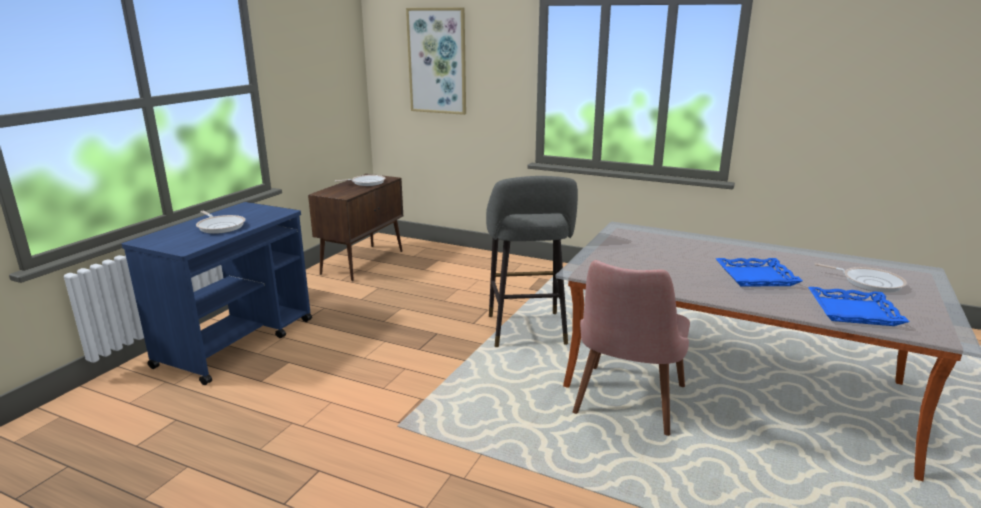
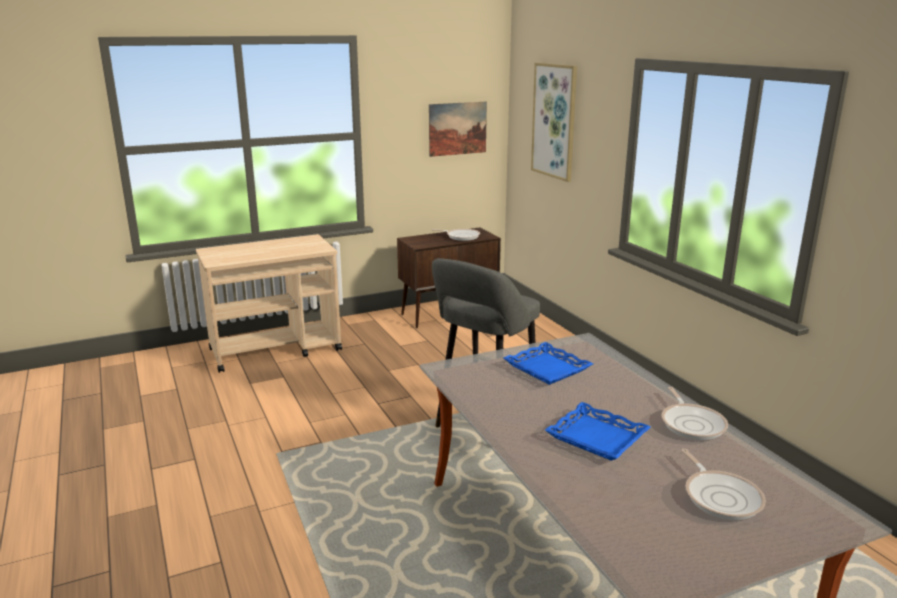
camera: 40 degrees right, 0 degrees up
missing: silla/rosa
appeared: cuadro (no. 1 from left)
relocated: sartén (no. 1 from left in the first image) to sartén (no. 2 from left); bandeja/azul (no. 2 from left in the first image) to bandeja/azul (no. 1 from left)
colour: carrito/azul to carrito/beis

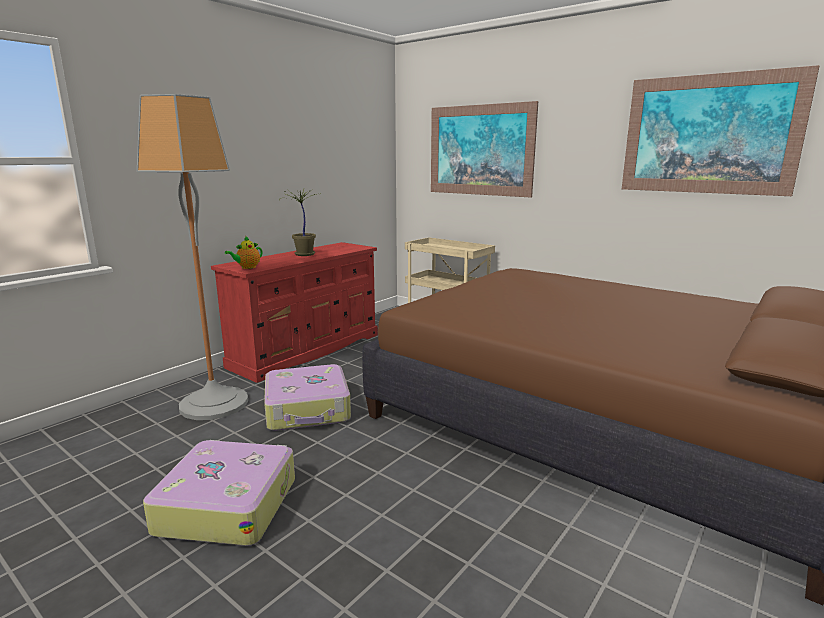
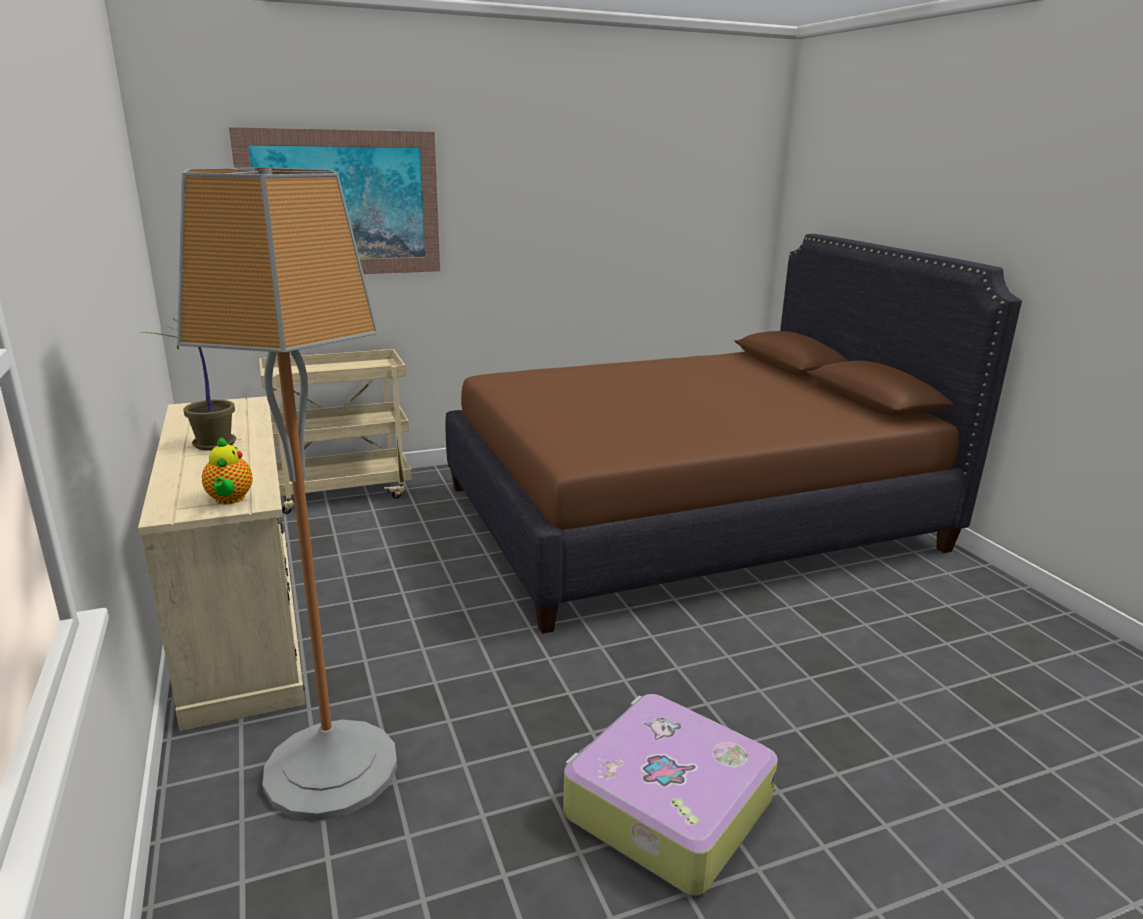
camera: 60 degrees left, 5 degrees up
missing: maleta (no. 2 from left); cuadro (no. 2 from left)
colour: cómoda/rojo to cómoda/beis

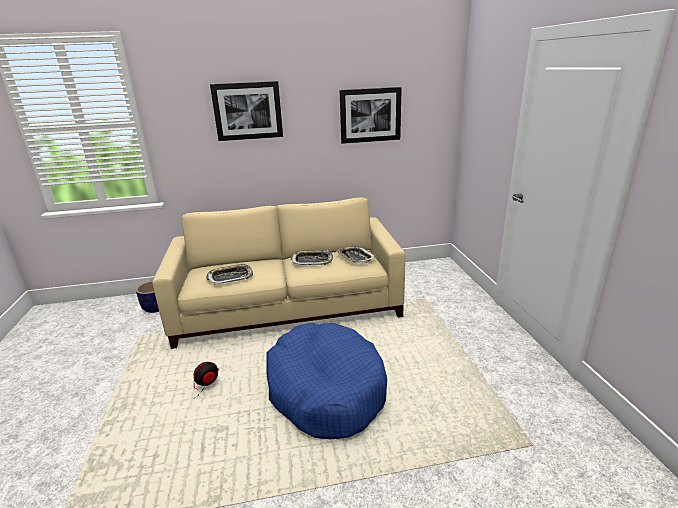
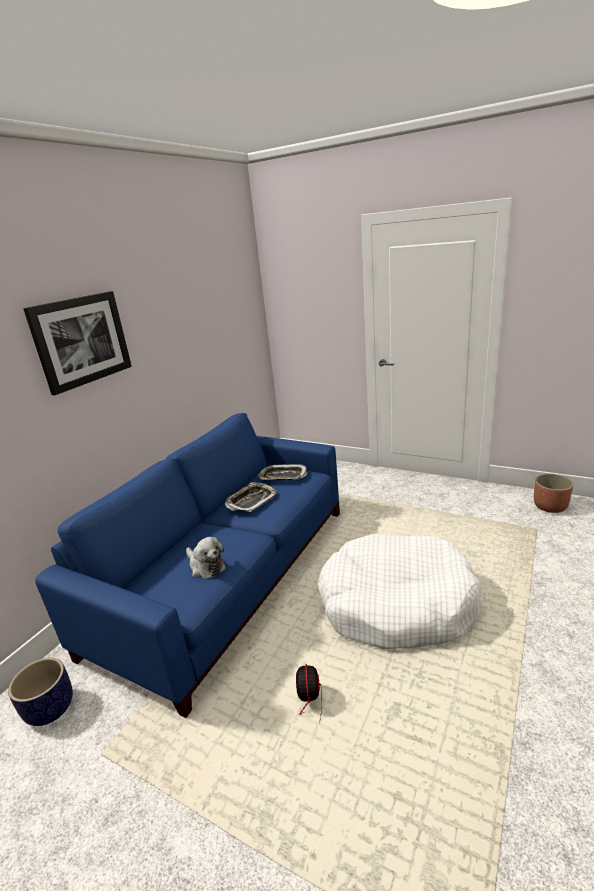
camera: 50 degrees left, 0 degrees up
missing: cuadro (no. 2 from left)
appeared: maceta (no. 2 from left)
exchanged: bandeja (no. 1 from left) to peluche
colour: sofá/beis to sofá/azul; cama para perro/azul to cama para perro/blanco

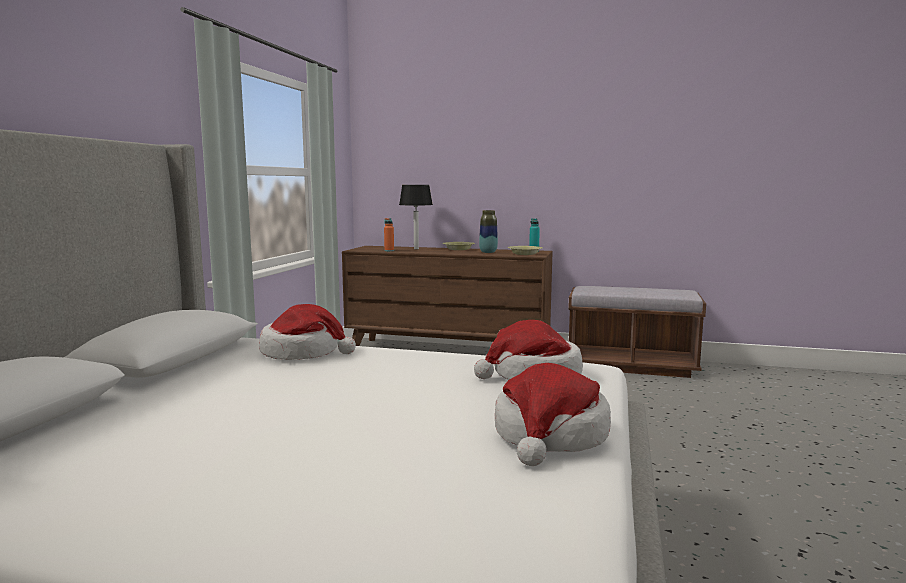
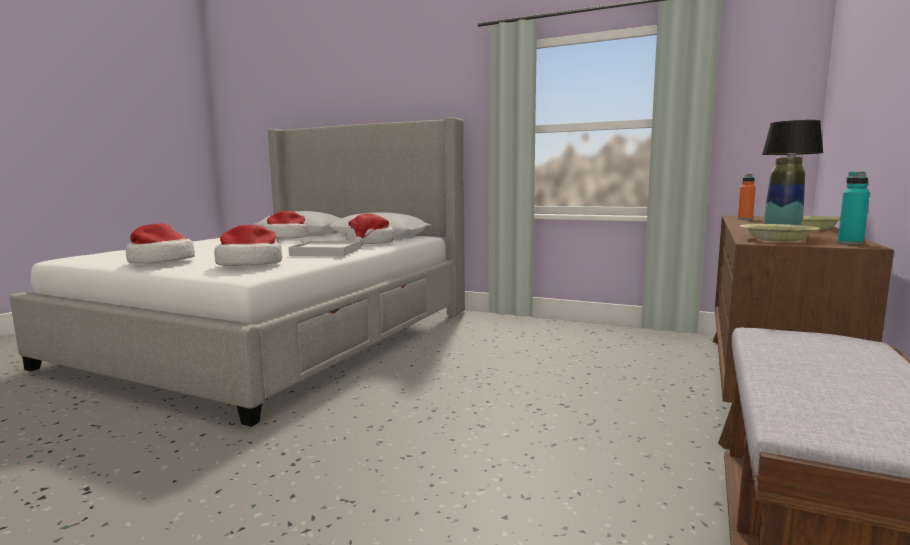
camera: 100 degrees right, 0 degrees up
appeared: sombrero (no. 3 from left); bandeja/blanco

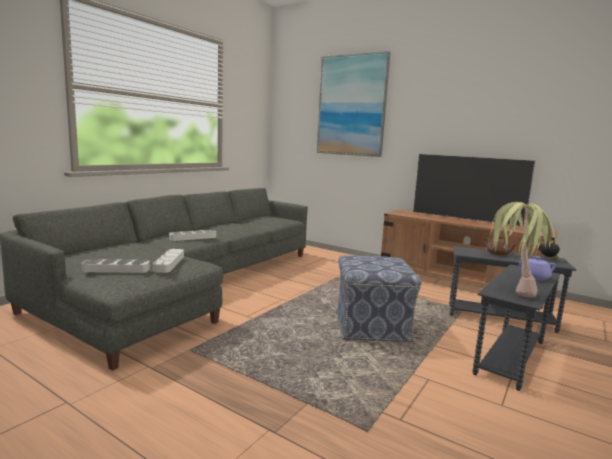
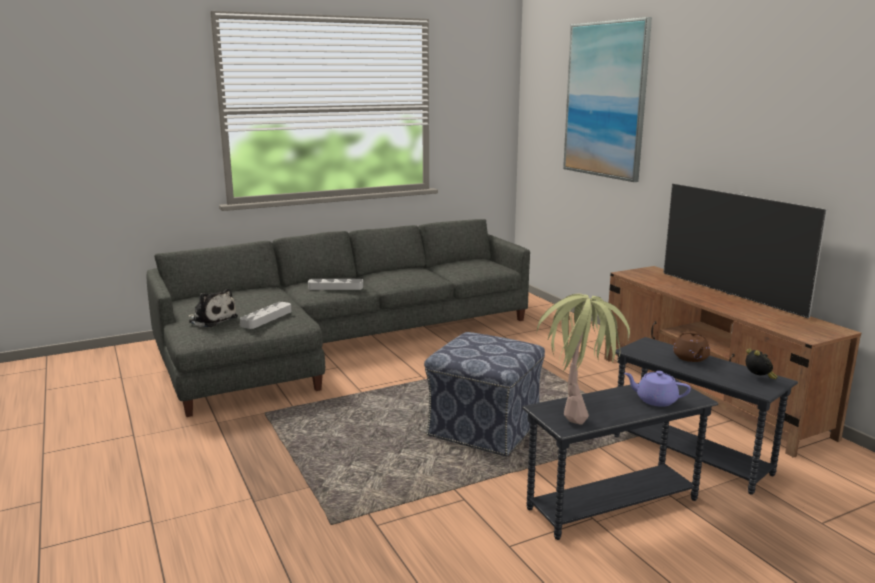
camera: 30 degrees right, 5 degrees up
exchanged: bandeja/gris (no. 1 from left) to peluche

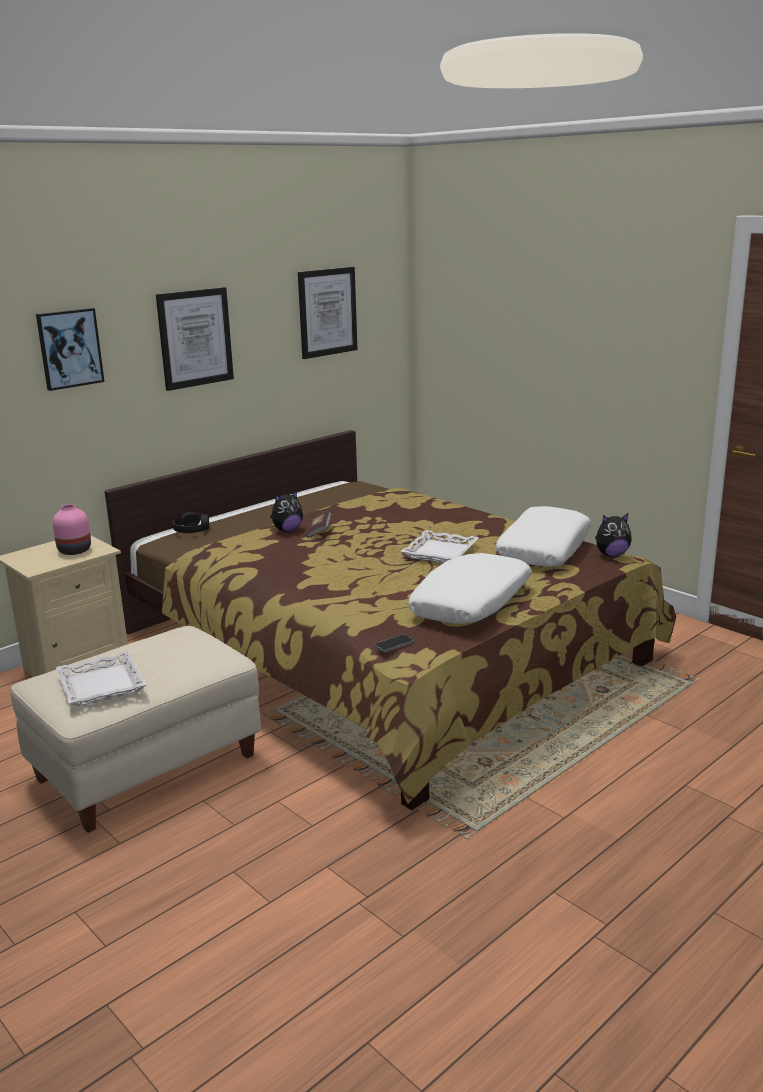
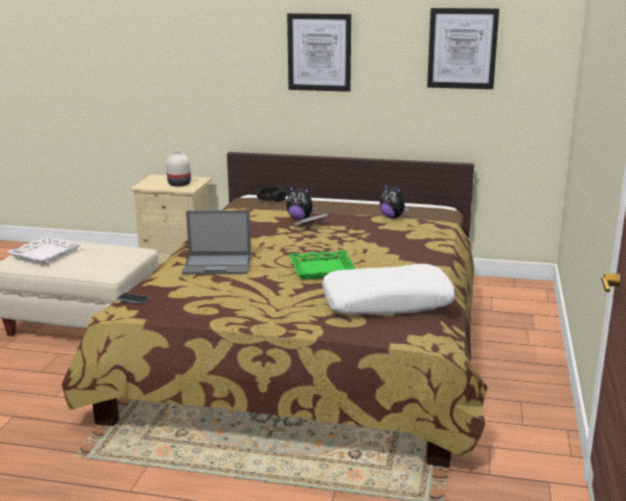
camera: 55 degrees right, 0 degrees up
missing: cuadro (no. 1 from left); cojín/blanco (no. 1 from left)
appeared: portátil
relocated: peluche (no. 2 from left)
colour: florero/rosa to florero/blanco; bandeja/blanco (no. 2 from left) to bandeja/verde

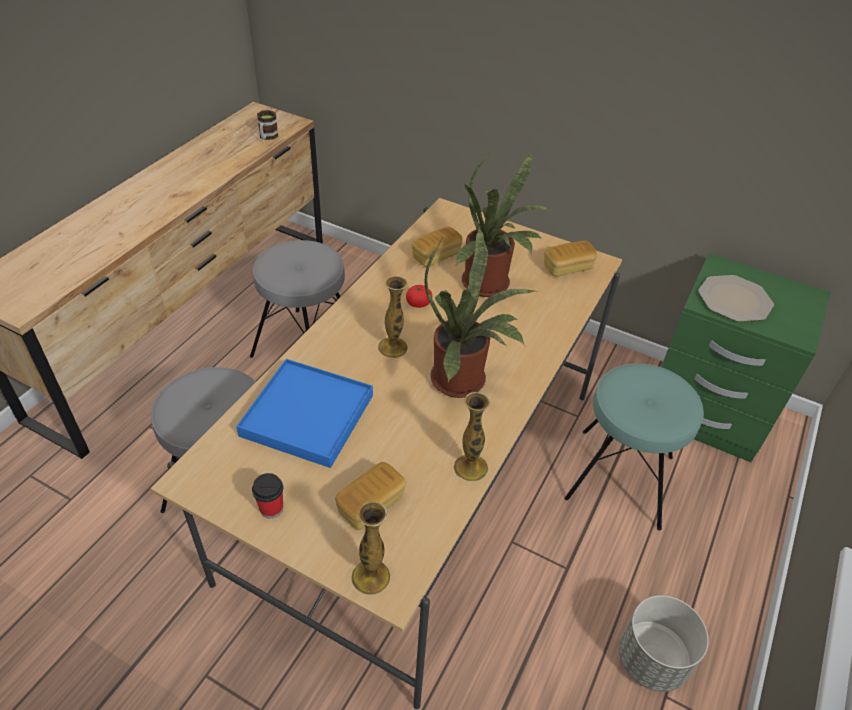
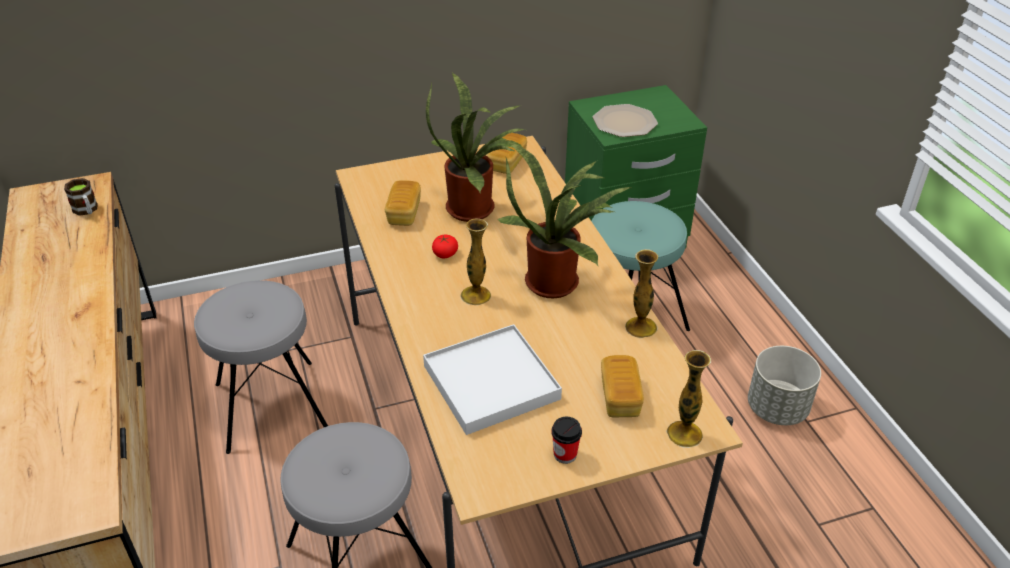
camera: 45 degrees left, 5 degrees down
colour: bandeja/azul to bandeja/blanco

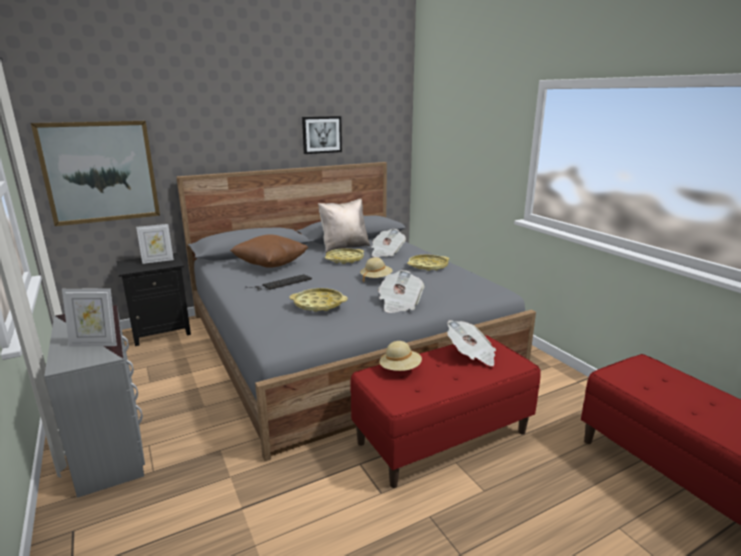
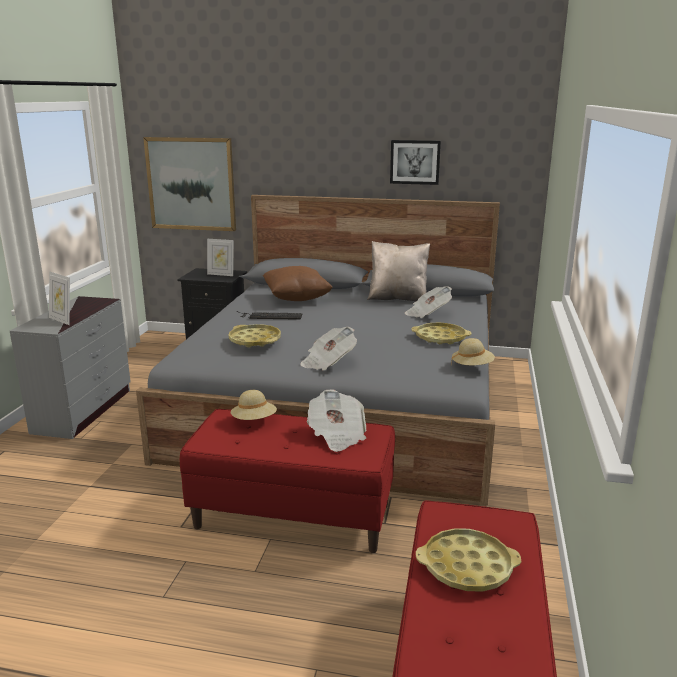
camera: 40 degrees right, 0 degrees up
relocated: bandeja/amarillo (no. 2 from left in the first image) to bandeja/amarillo (no. 3 from left); sombrero/beis (no. 1 from left in the first image) to sombrero/beis (no. 2 from left)

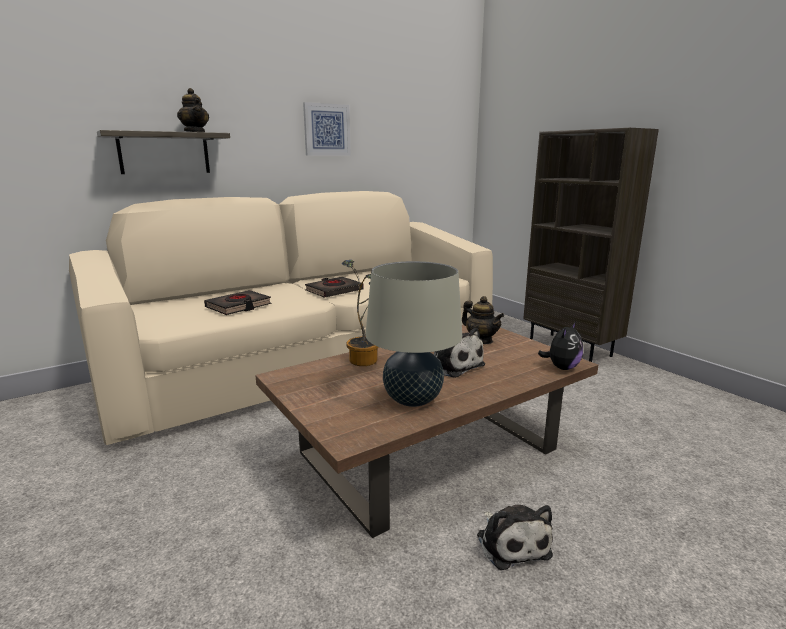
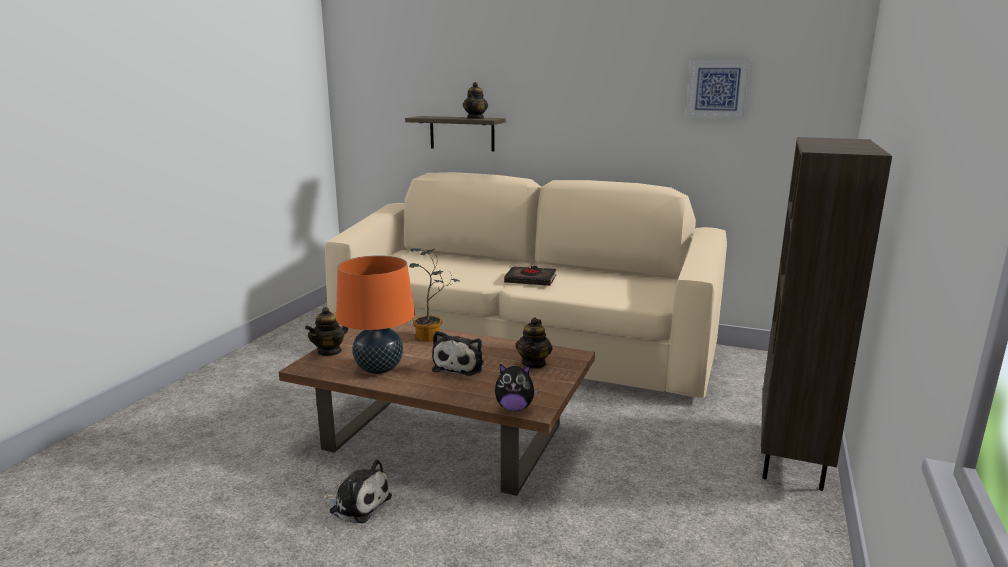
camera: 55 degrees right, 0 degrees up
missing: libro/negro (no. 1 from left)
appeared: tetera (no. 1 from left)
relocated: cuadro
colour: lámpara de mesa/beis to lámpara de mesa/naranja
spun: peluche (no. 2 from left in the first image) 105 degrees counterclockwise

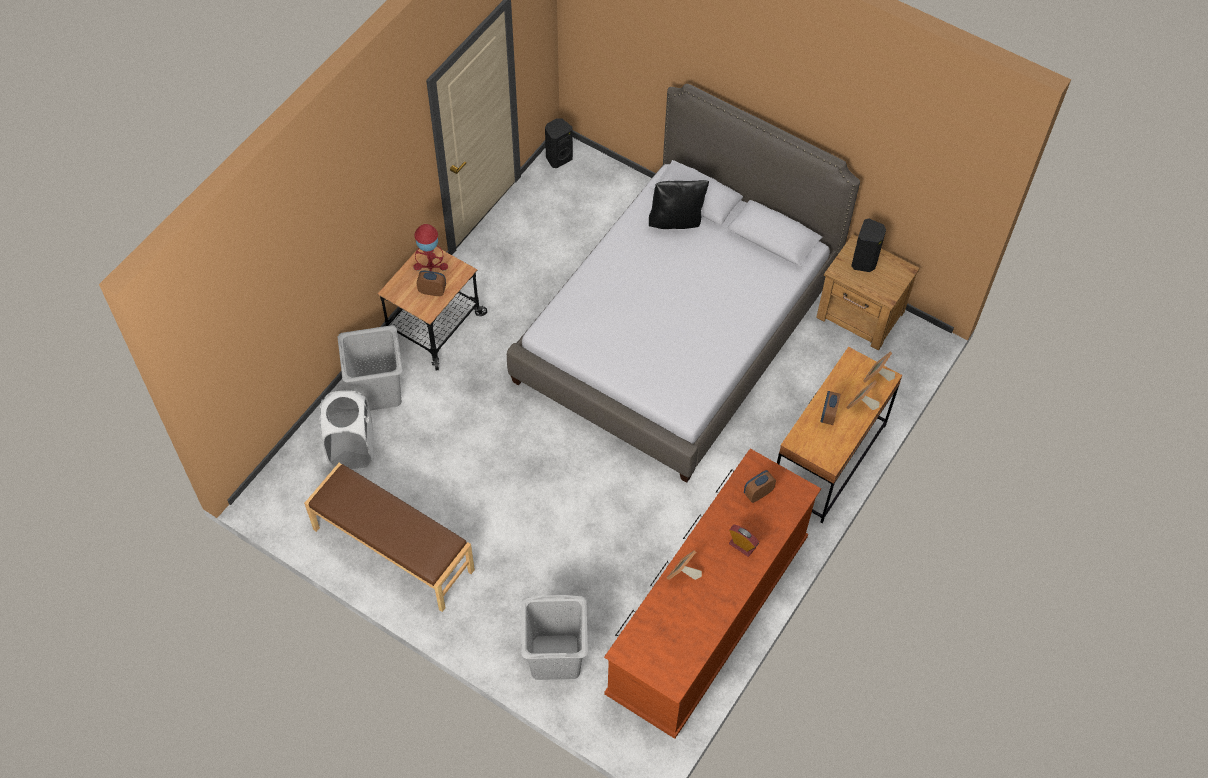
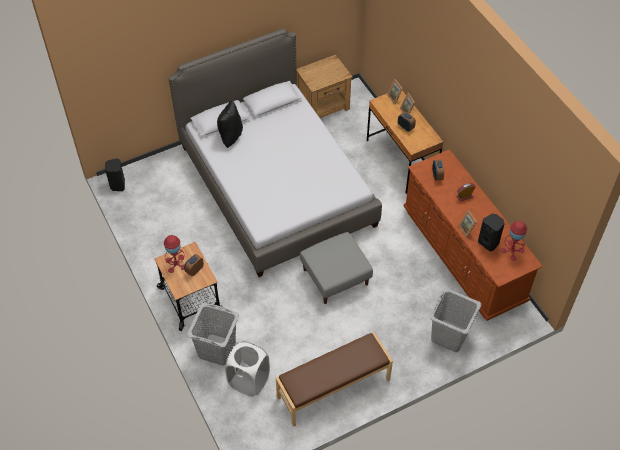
camera: 60 degrees left, 5 degrees down
appeared: puf/gris; lámpara de mesa/rojo (no. 2 from left)
relocated: altavoz/negro (no. 2 from left)

